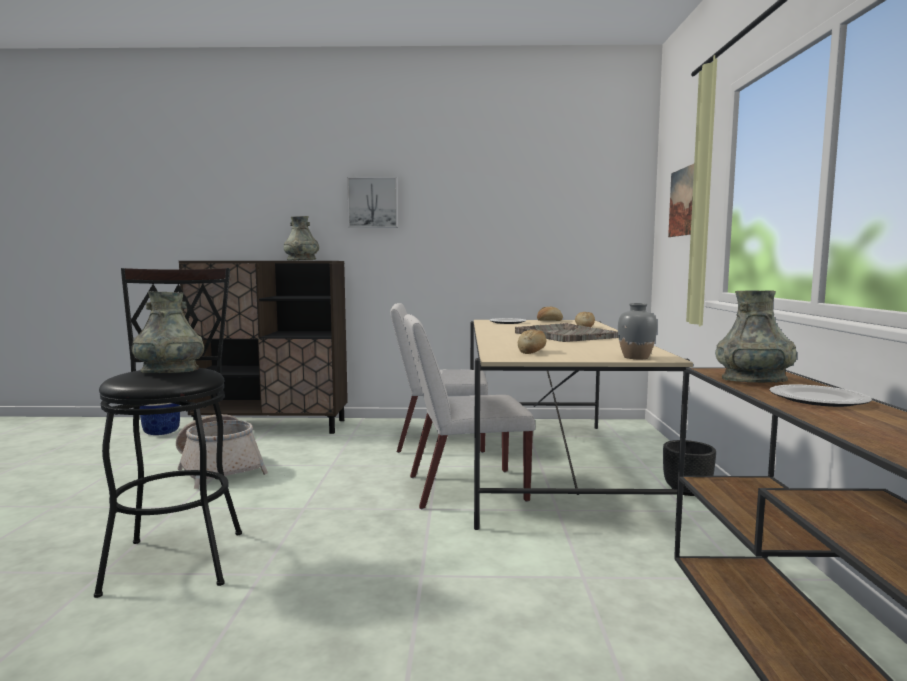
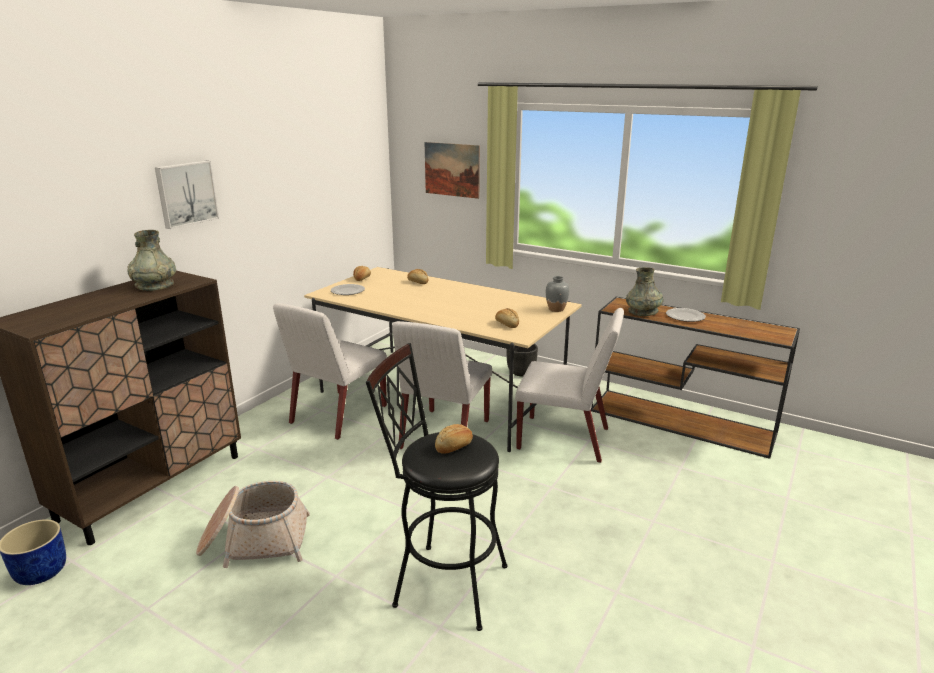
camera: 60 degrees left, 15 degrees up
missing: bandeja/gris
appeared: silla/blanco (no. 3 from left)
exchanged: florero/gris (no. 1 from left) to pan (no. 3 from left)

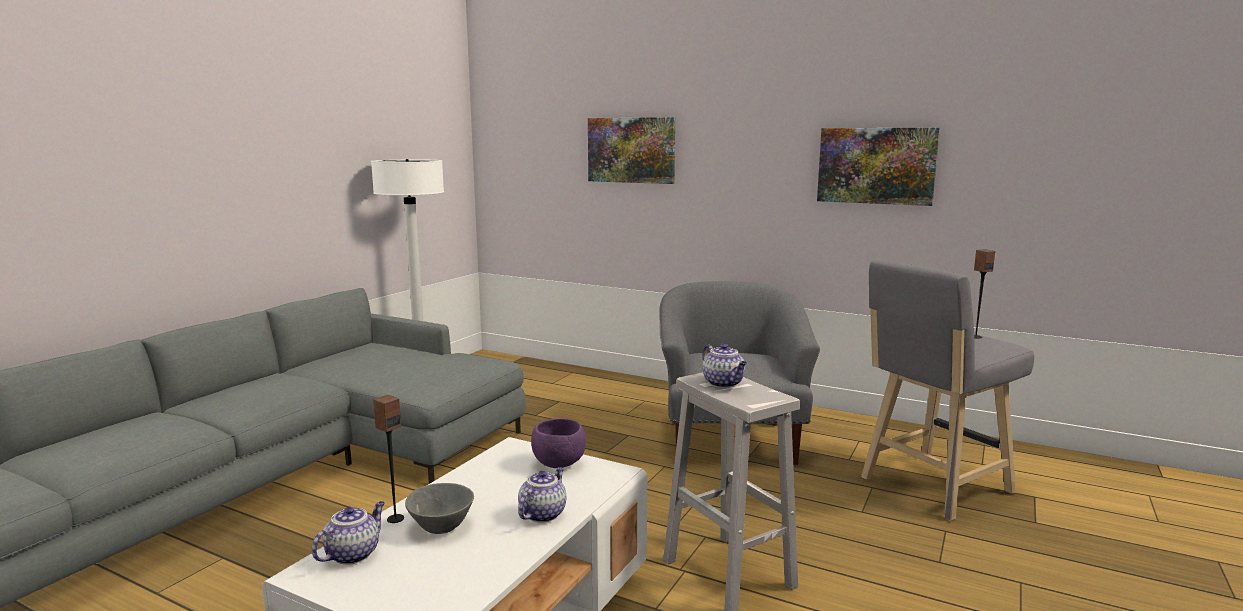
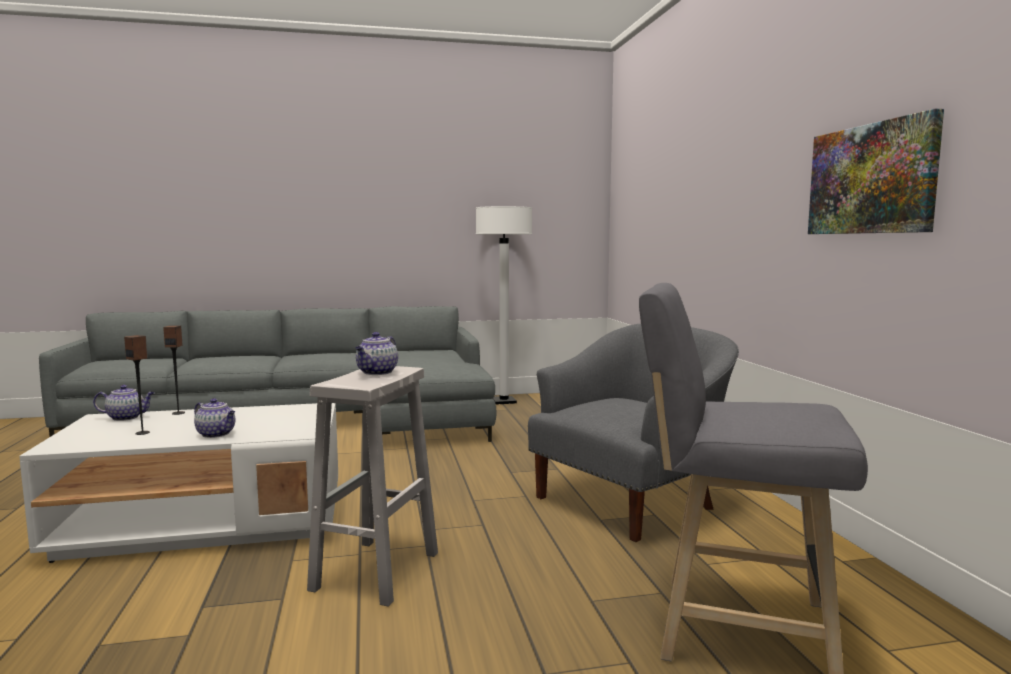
camera: 50 degrees right, 5 degrees down
missing: cuenco/gris; cuenco/morado; cuadro (no. 1 from left)
relocated: altavoz (no. 2 from left in the first image) to altavoz (no. 1 from left)
spun: tetera (no. 2 from left) 45 degrees clockwise

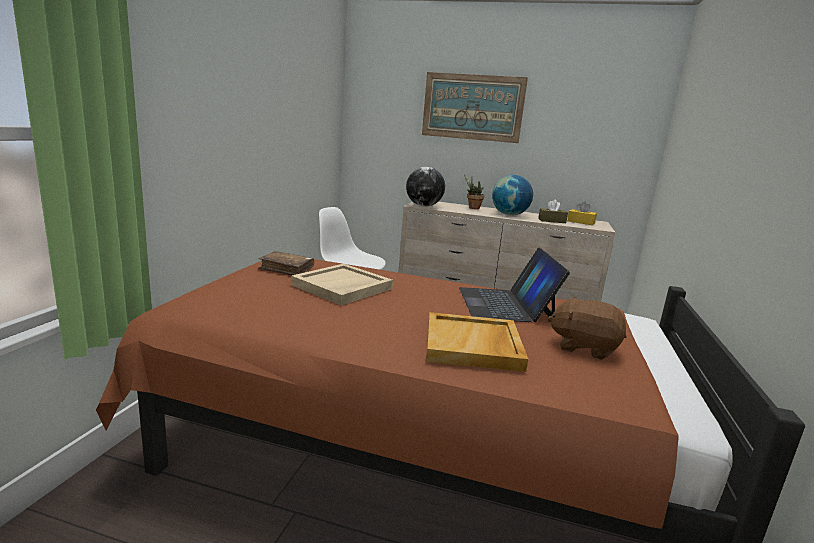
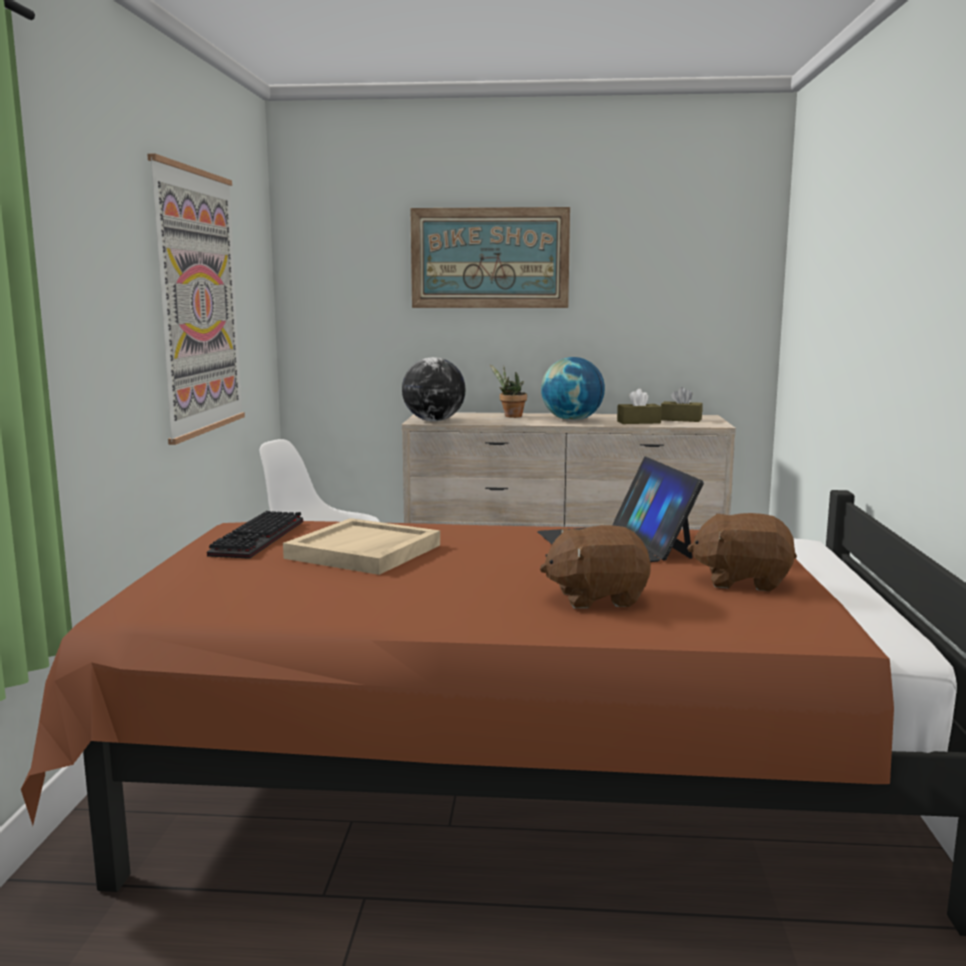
camera: 10 degrees left, 5 degrees down
appeared: cuadro (no. 1 from left)
exchanged: libro/marrón to teclado; bandeja/beis (no. 2 from left) to peluche/marrón (no. 1 from left)
colour: caja de pañuelos/amarillo to caja de pañuelos/marrón (no. 2 from left)

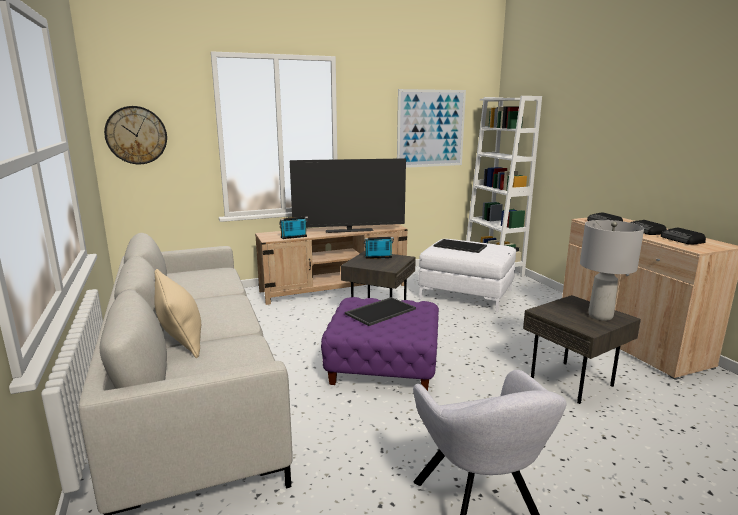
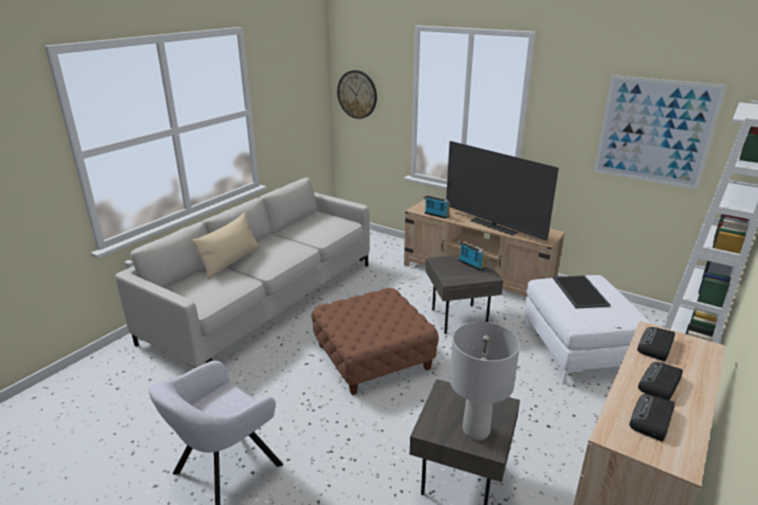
camera: 55 degrees right, 10 degrees up
missing: bandeja (no. 1 from left)
colour: puf/morado to puf/marrón

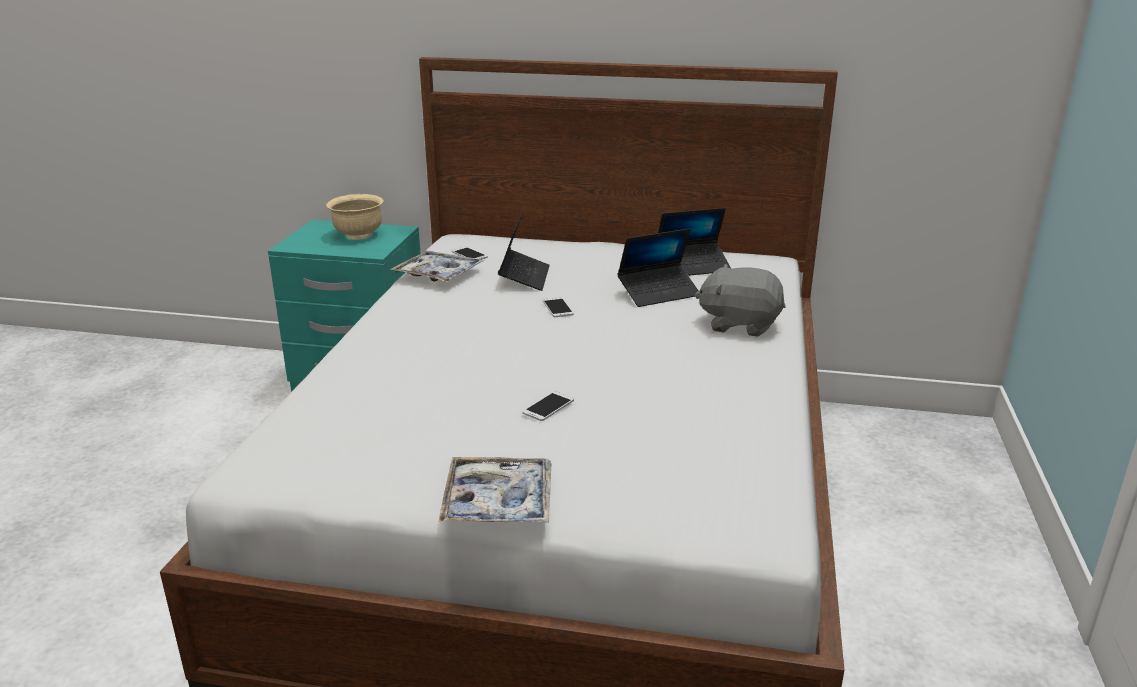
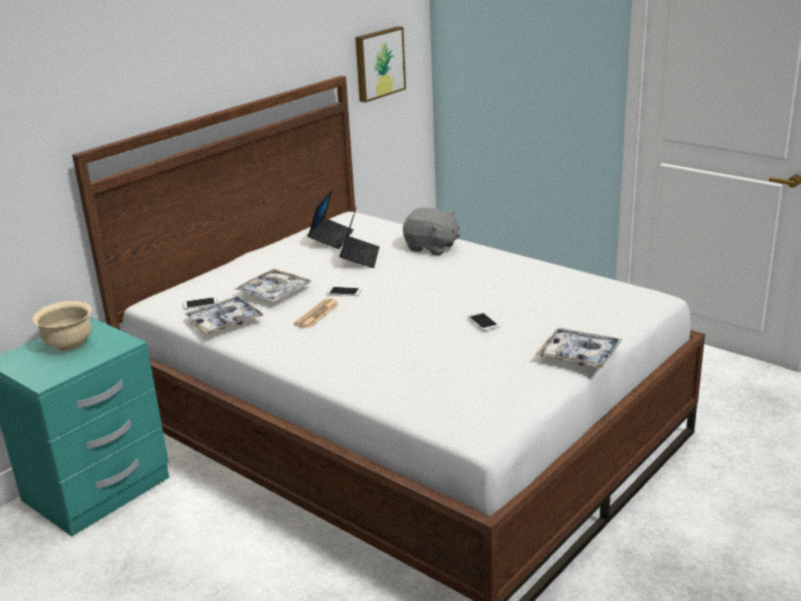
camera: 60 degrees left, 0 degrees up
appeared: periódico; cuadro
exchanged: portátil (no. 1 from left) to bandeja (no. 2 from left)
spun: peluche/gris 105 degrees counterclockwise

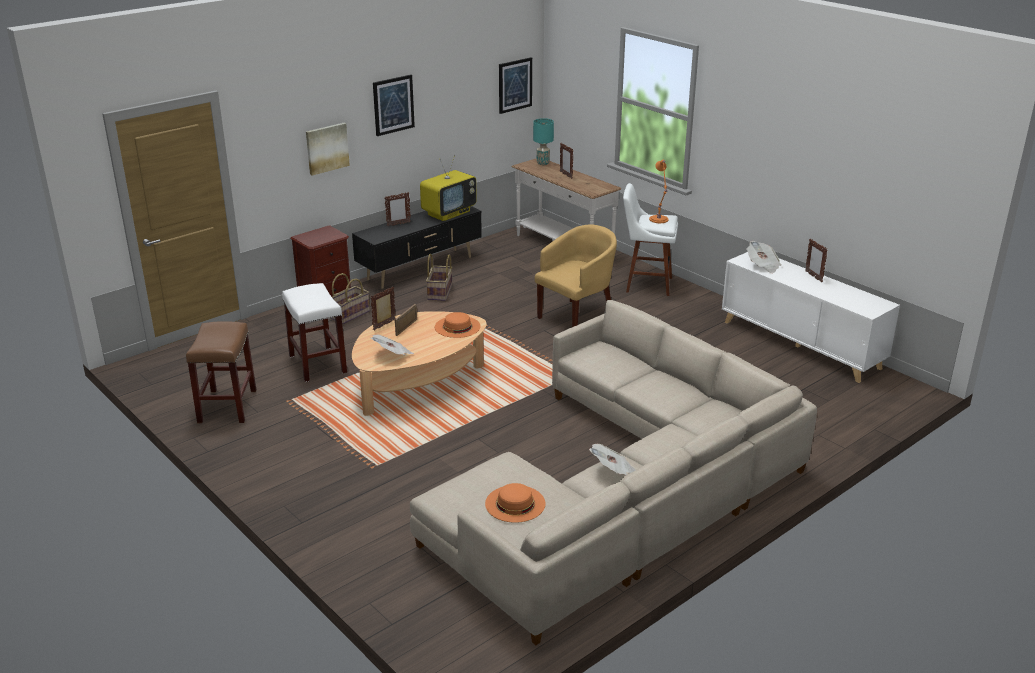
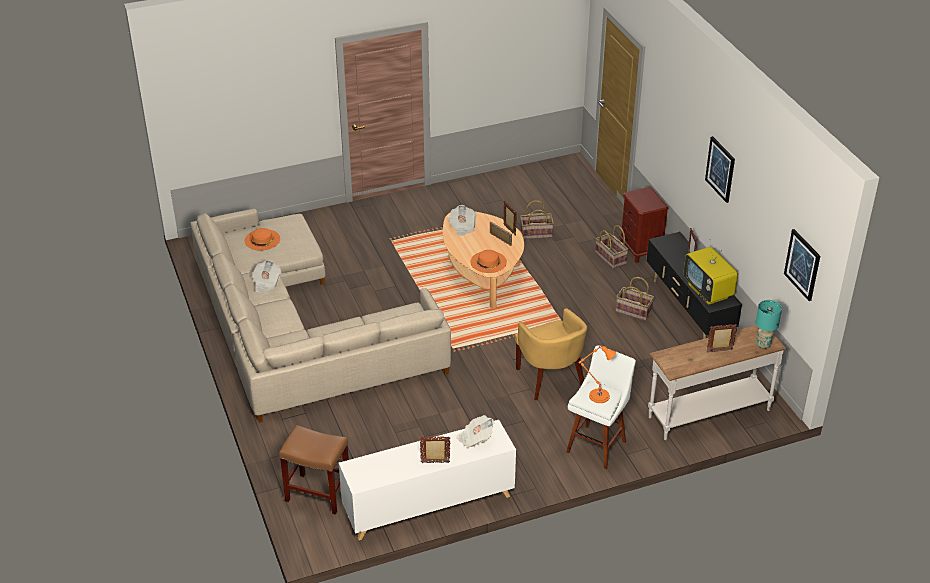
camera: 110 degrees right, 10 degrees up
missing: cuadro (no. 1 from left)
relocated: taburete/marrón
exchanged: taburete/blanco (no. 1 from left) to cesta (no. 1 from left)

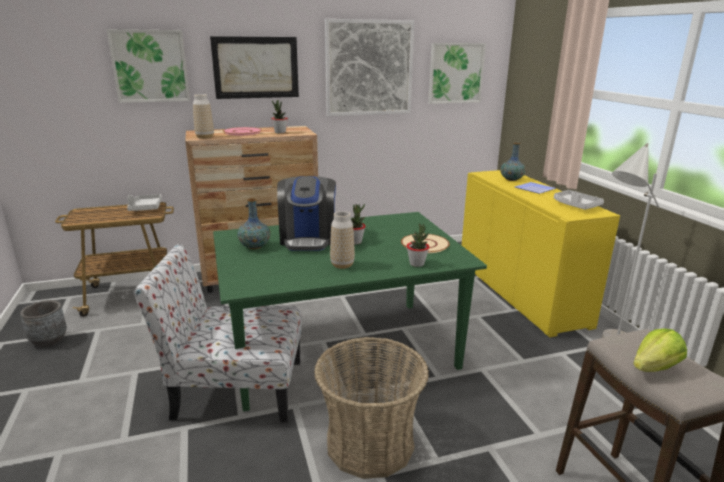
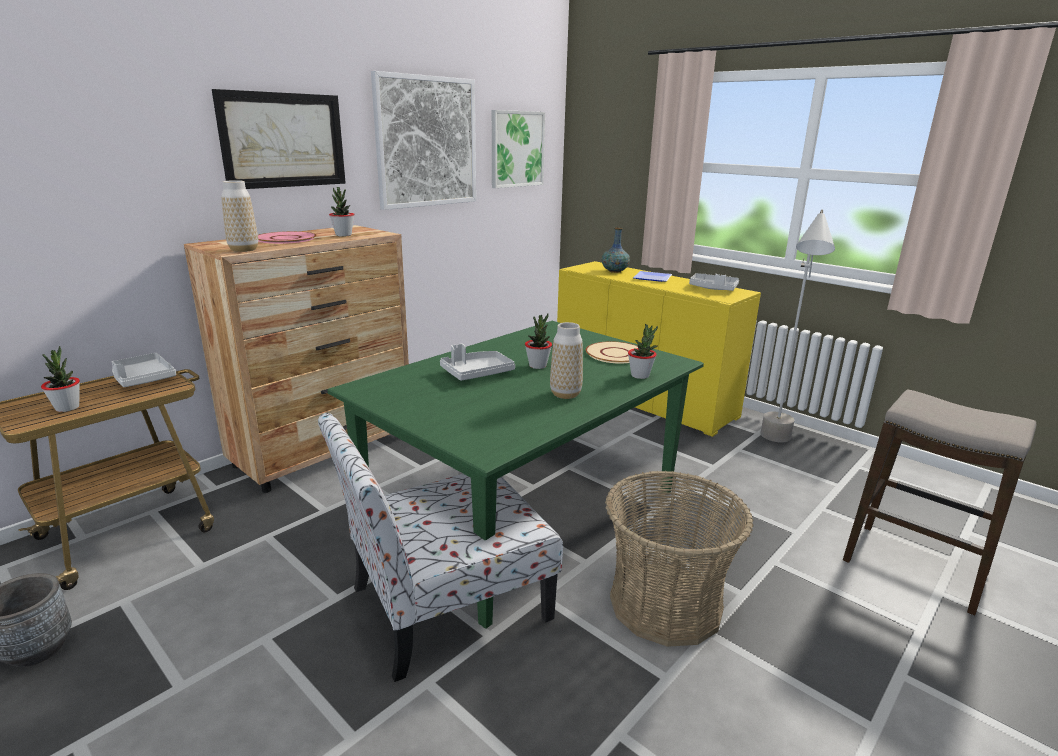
camera: 30 degrees left, 0 degrees up
missing: cuadro (no. 1 from left); florero (no. 2 from left); lechuga
appeared: planta en maceta (no. 1 from left)
exchanged: cafetera to bandeja/gris (no. 2 from left)

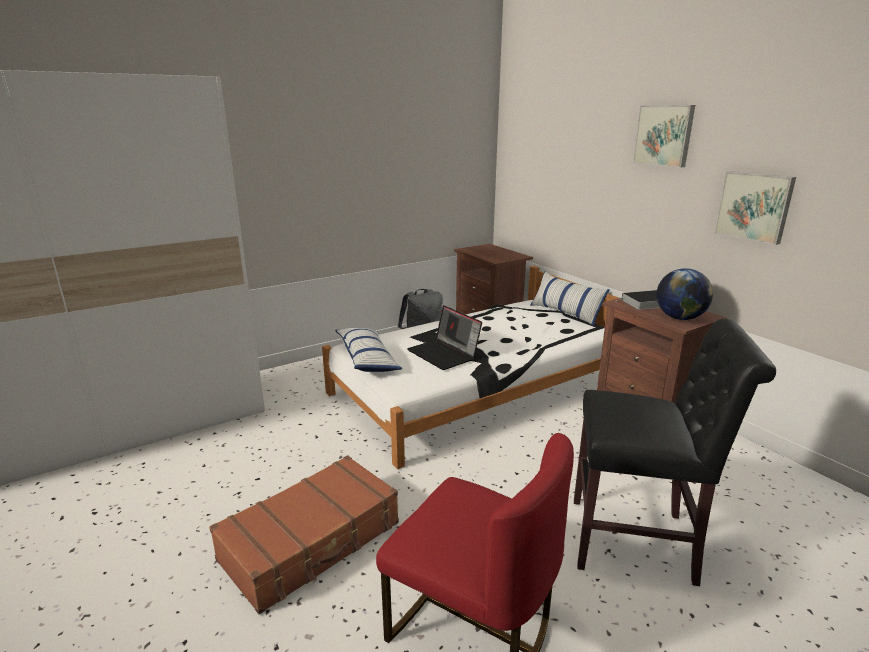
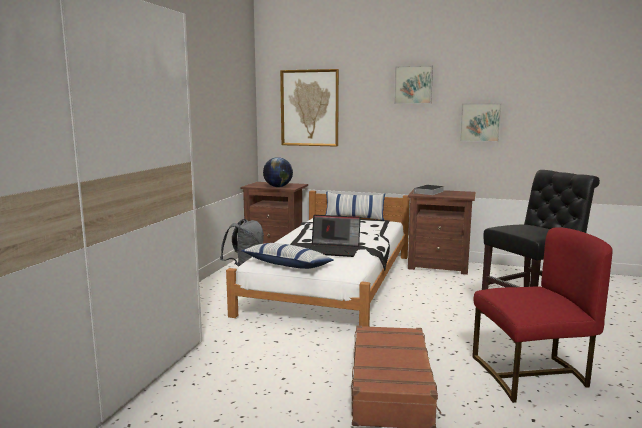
camera: 40 degrees left, 10 degrees down
appeared: cuadro (no. 1 from left)
relocated: globo terráqueo

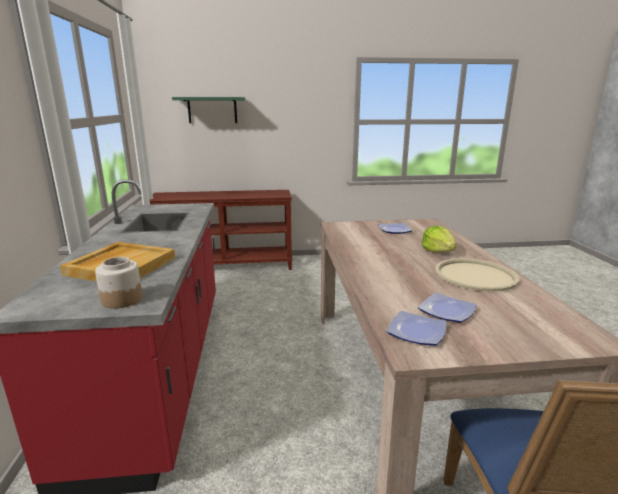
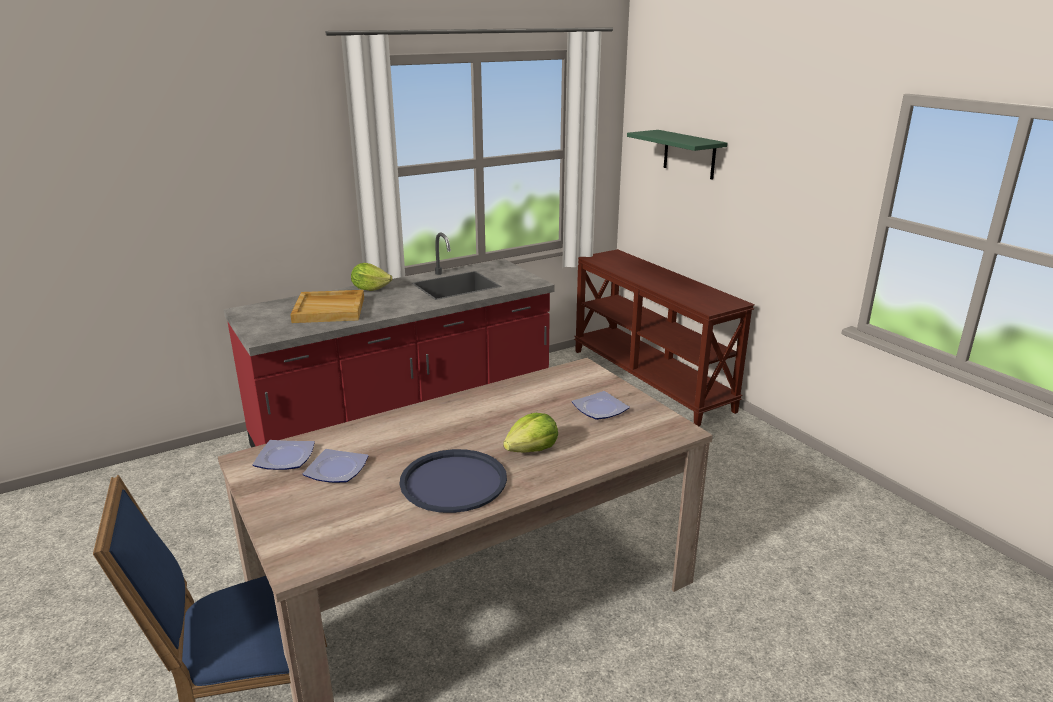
camera: 65 degrees right, 5 degrees up
missing: tarro
appeared: lechuga (no. 1 from left)
colour: bandeja/beis (no. 2 from left) to bandeja/azul

